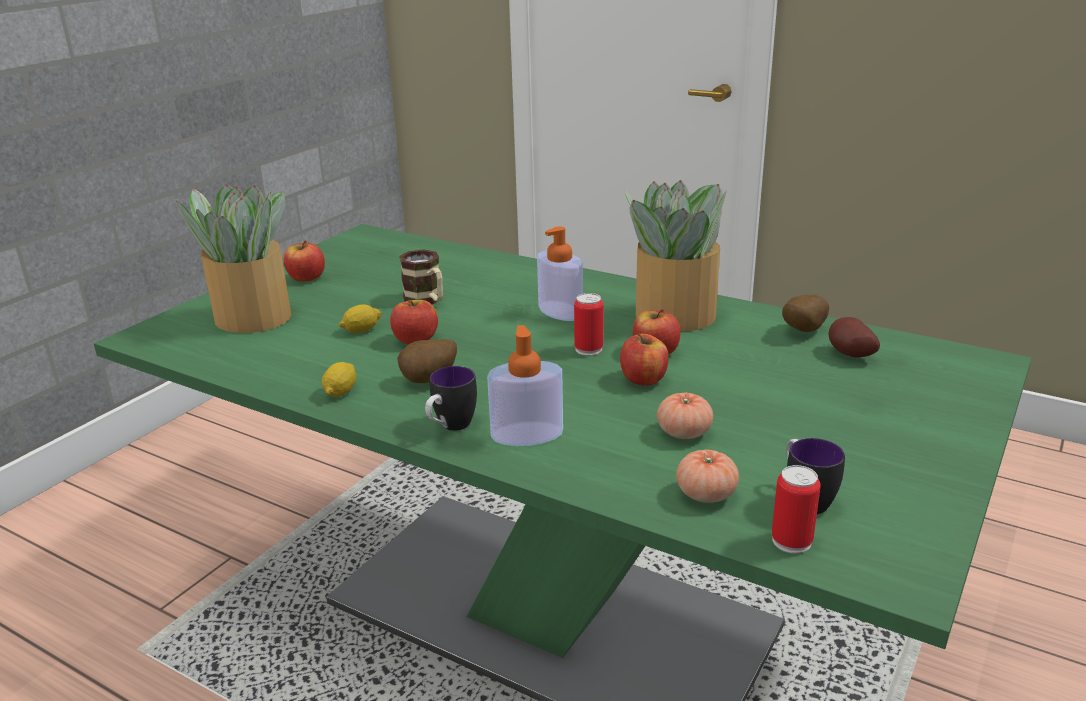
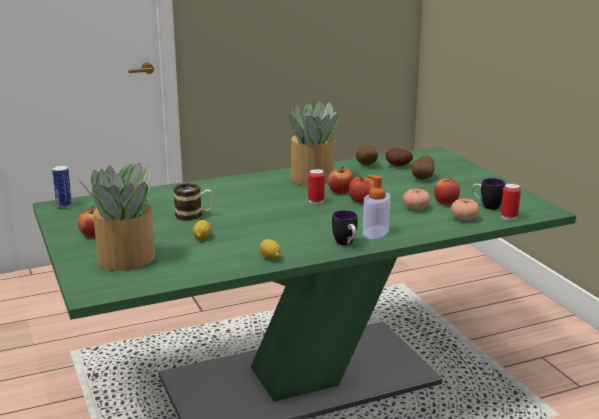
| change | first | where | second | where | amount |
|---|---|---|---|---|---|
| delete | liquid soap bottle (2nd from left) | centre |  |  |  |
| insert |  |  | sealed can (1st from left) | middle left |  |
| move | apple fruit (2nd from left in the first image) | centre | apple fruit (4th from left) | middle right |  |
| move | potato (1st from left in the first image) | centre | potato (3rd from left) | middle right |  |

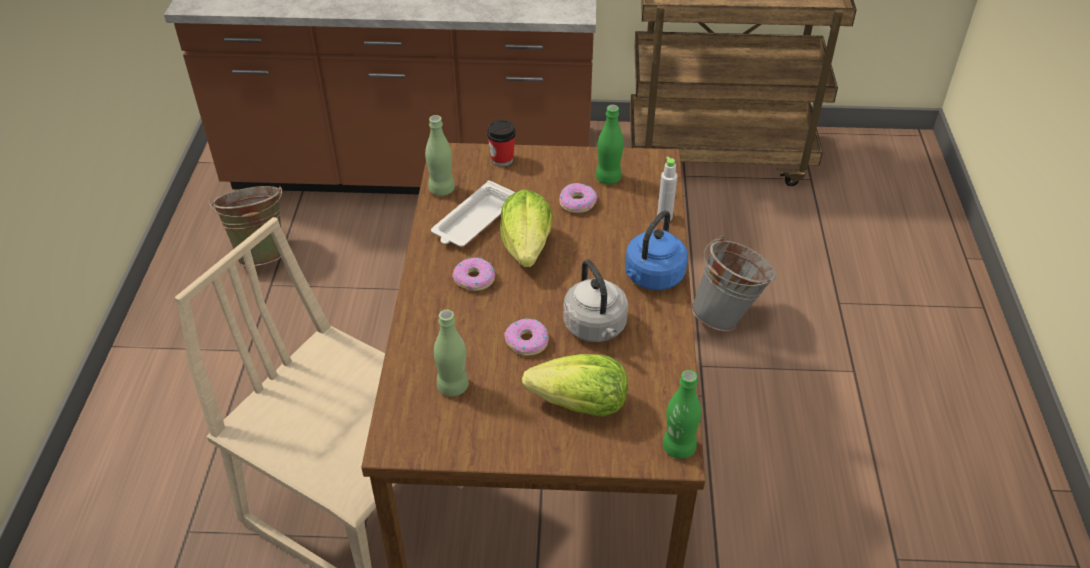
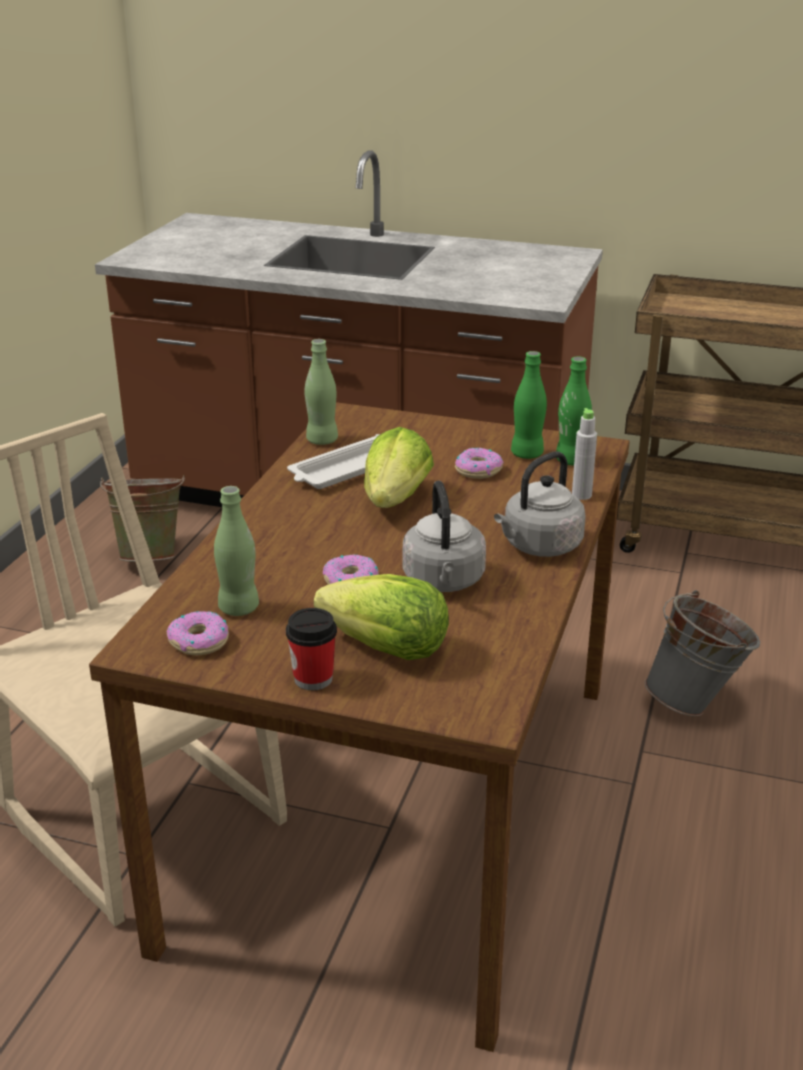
| change | first | where | second | where | amount |
|---|---|---|---|---|---|
| move | ring doughnut (1st from left) | centre |  | middle left |  |
| move | small cup | top centre |  | centre |  |
| move | green-coloured beverage bottle (4th from left) | bottom centre |  | middle right |  |
| recolor | bluish kettle | centre | grey kettle (2nd from left) | middle right |  |

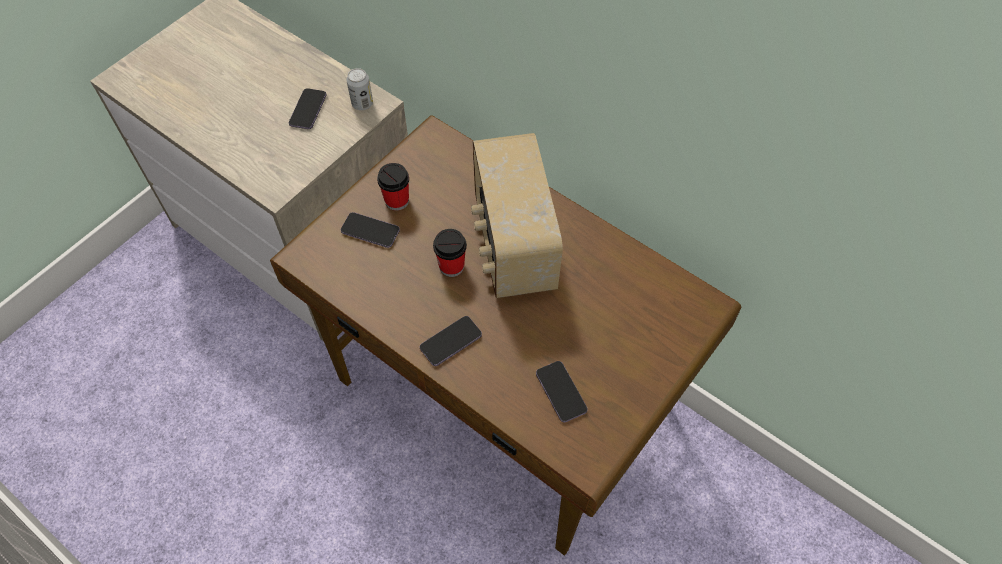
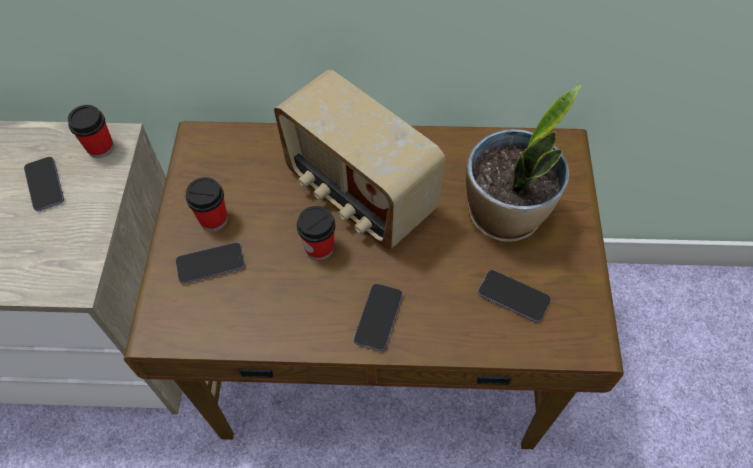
| change | first | where | second | where | amount |
|---|---|---|---|---|---|
| insert |  |  | houseplant | middle right |  |
| replace | sealed can | top centre | small cup (1st from left) | top left |  |

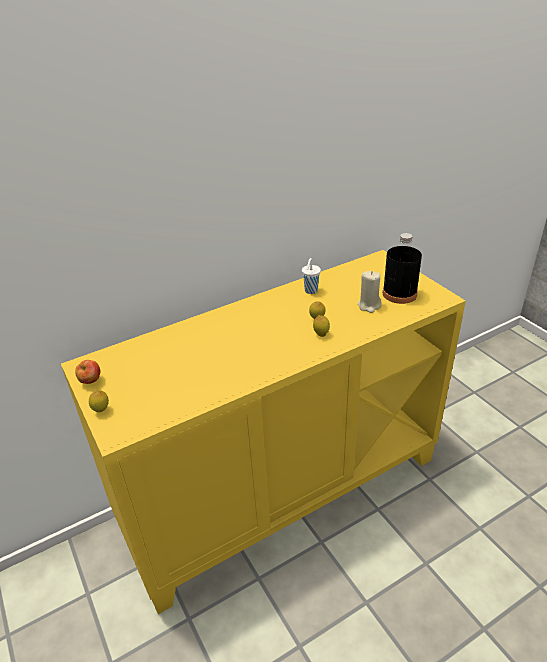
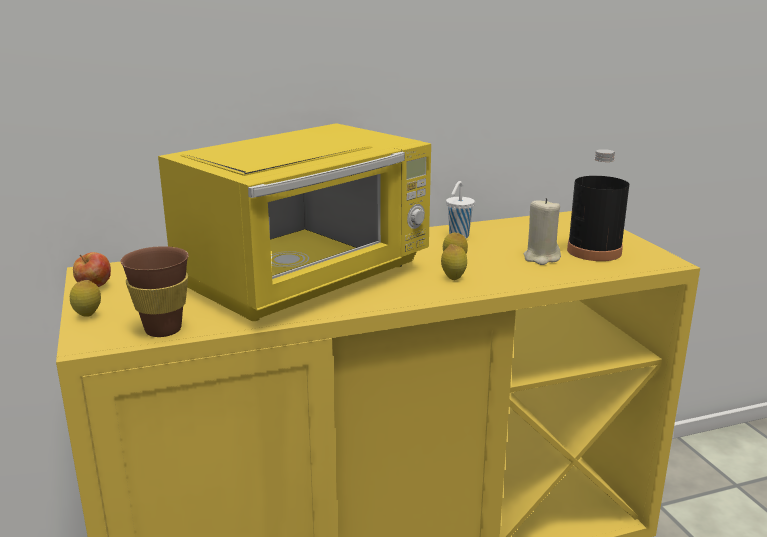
| change | first | where | second | where | amount |
|---|---|---|---|---|---|
| insert |  |  | brown-coloured small cup | middle left |  |
| insert |  |  | yellowish microwave oven | centre |  |

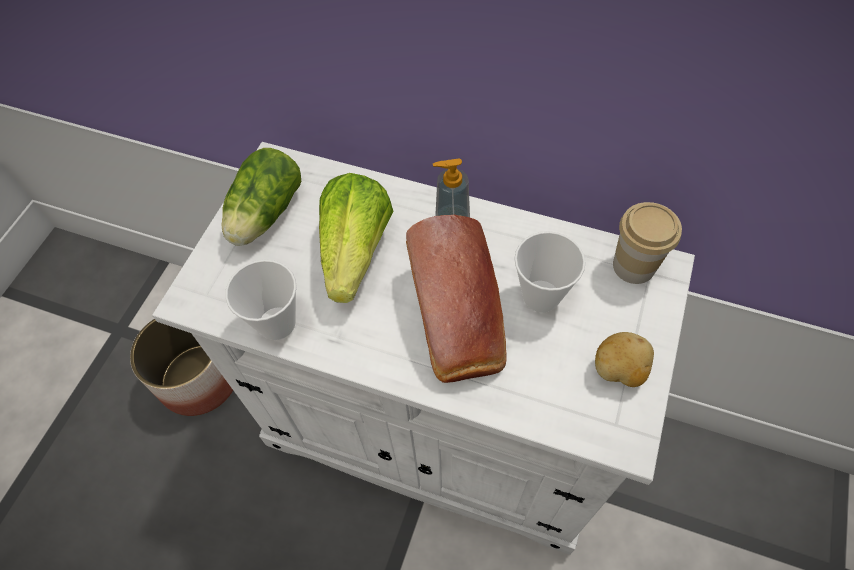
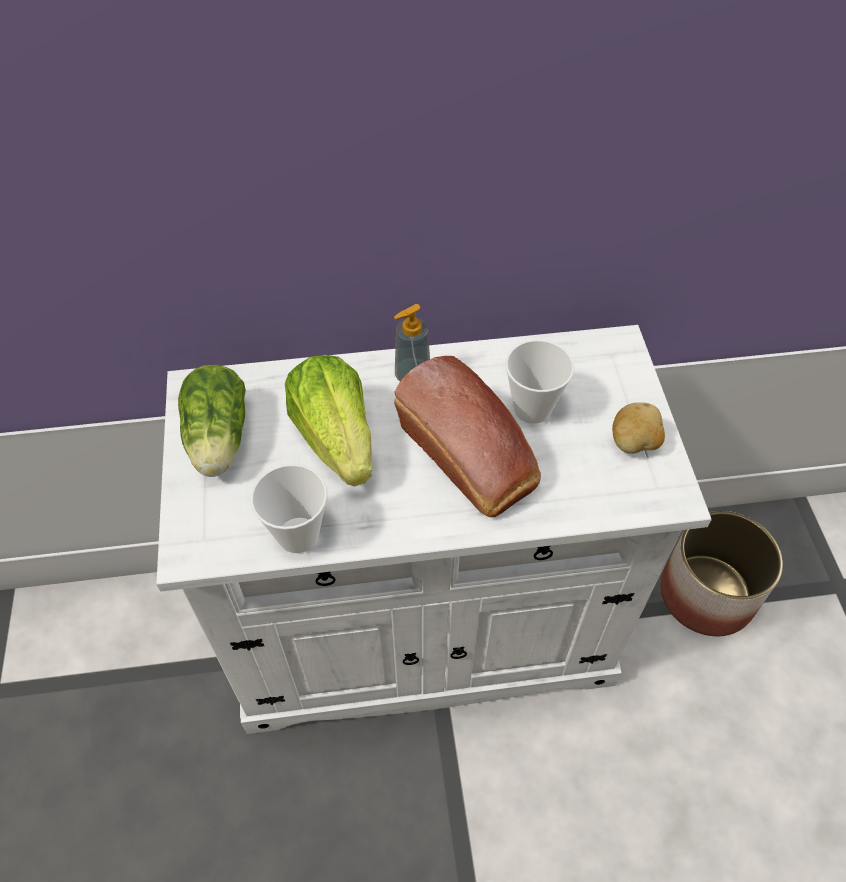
| change | first | where | second | where | amount |
|---|---|---|---|---|---|
| delete | small cup (3rd from left) | middle right |  |  |  |
| move | flower pot | middle left |  | middle right |  |

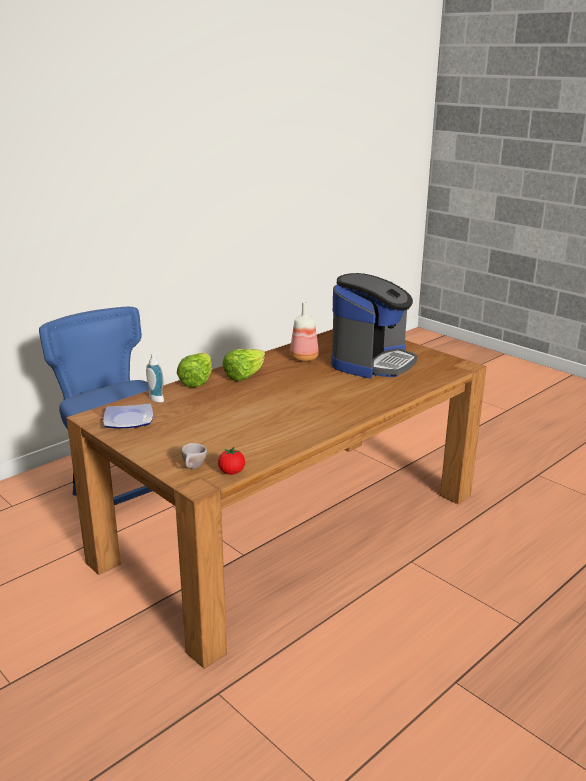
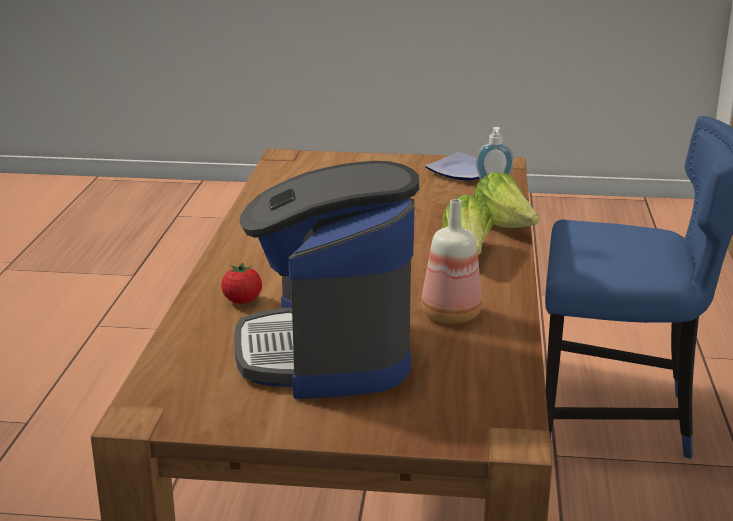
| change | first | where | second | where | amount |
|---|---|---|---|---|---|
| delete | beige-coloured small cup | middle left |  |  |  |
| move | fresh tomato | centre |  | middle left |  |

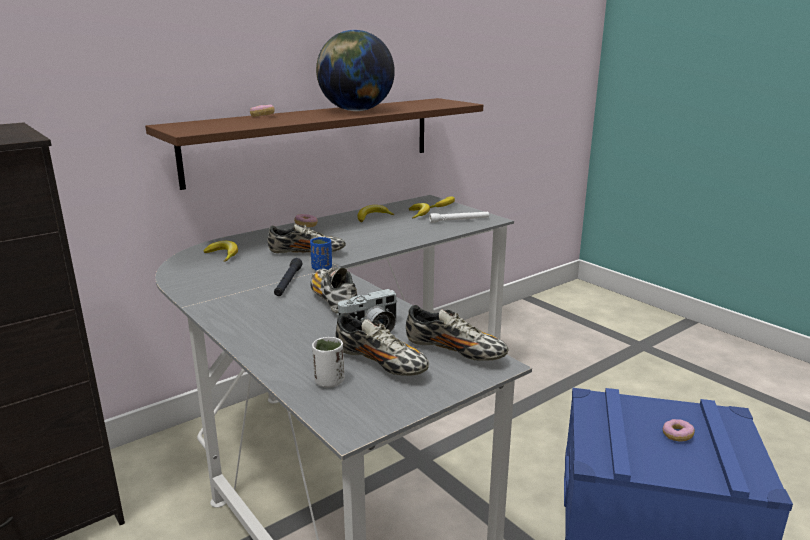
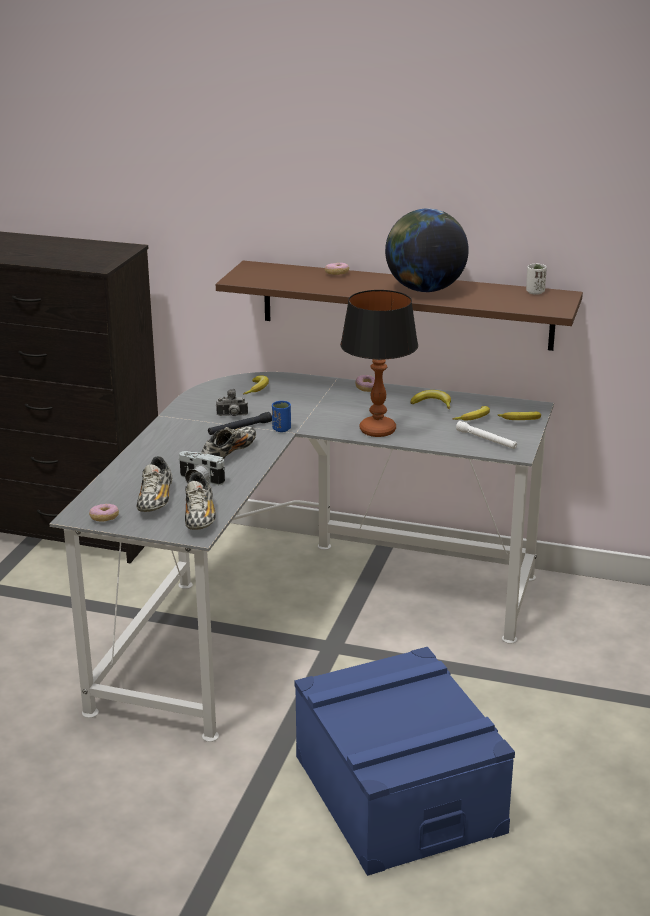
| change | first | where | second | where | amount |
|---|---|---|---|---|---|
| delete | item of footwear (1st from left) | centre |  |  |  |
| insert |  |  | still camera (2nd from left) | centre |  |
| insert |  |  | tabletop lamp | centre |  |
| move | whitish small cup | bottom centre |  | top right |  |
| move | ring doughnut (3rd from left in the first image) | bottom right | ring doughnut (1st from left) | middle left |  |

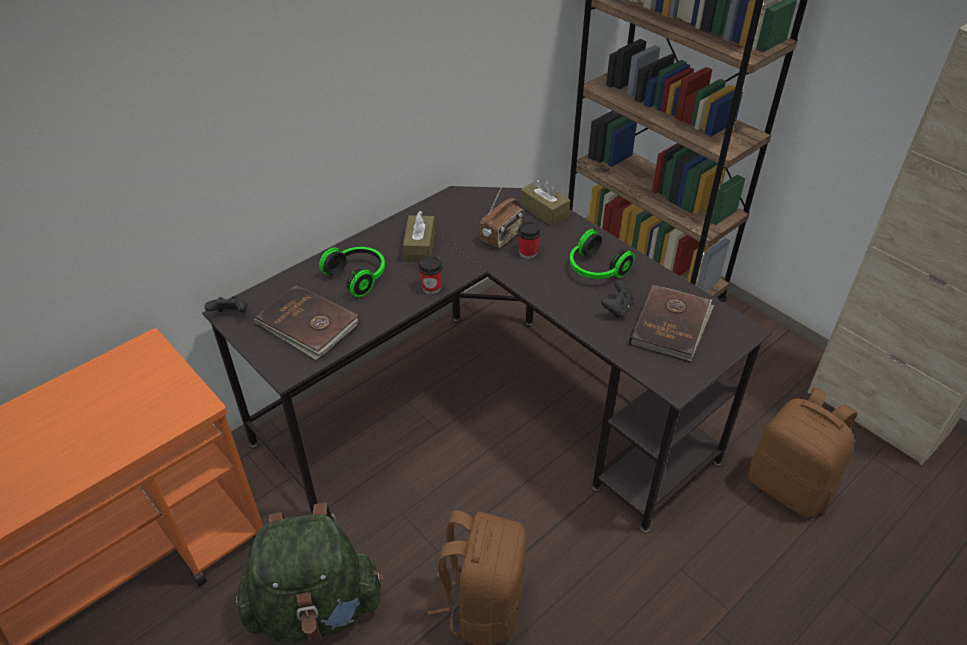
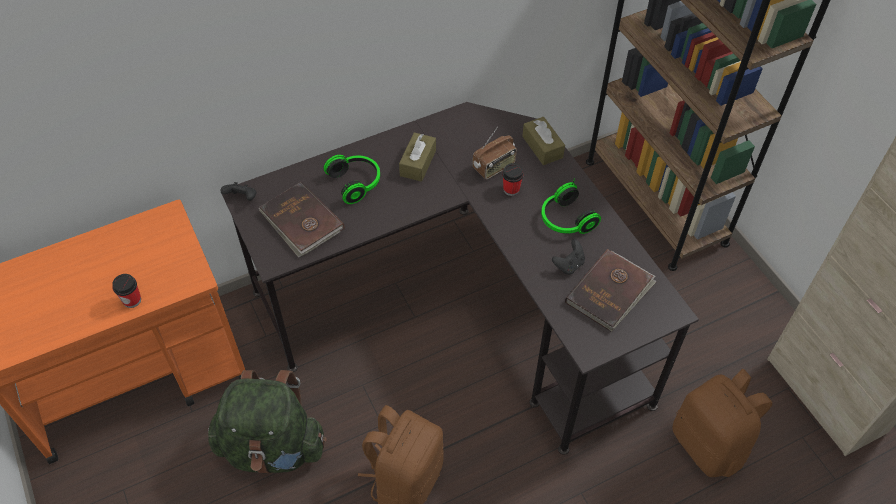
| change | first | where | second | where | amount |
|---|---|---|---|---|---|
| move | small cup (1st from left) | centre |  | middle left |  |

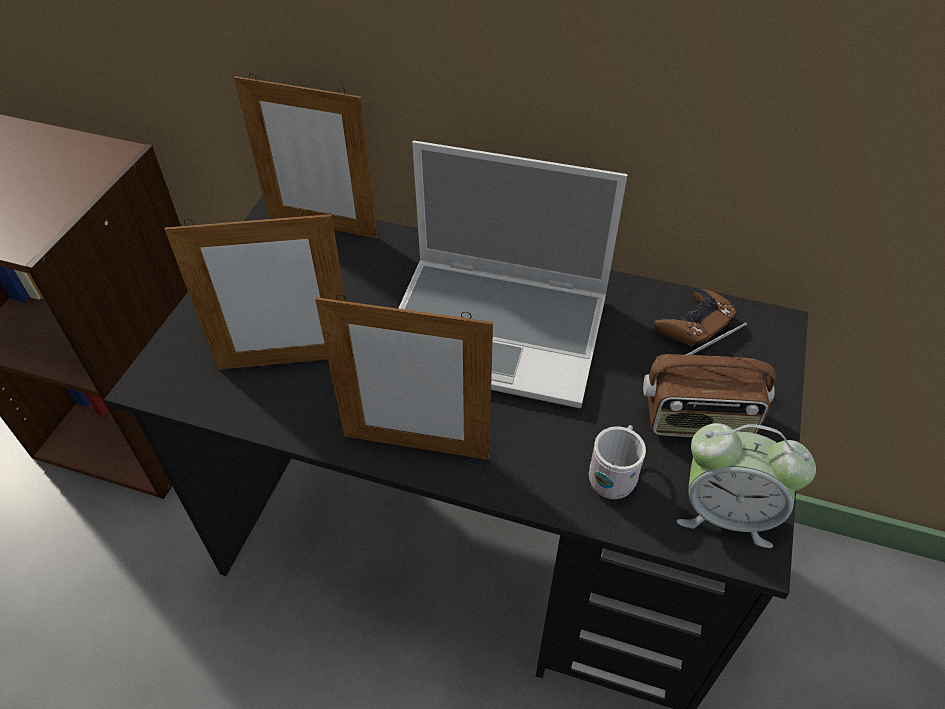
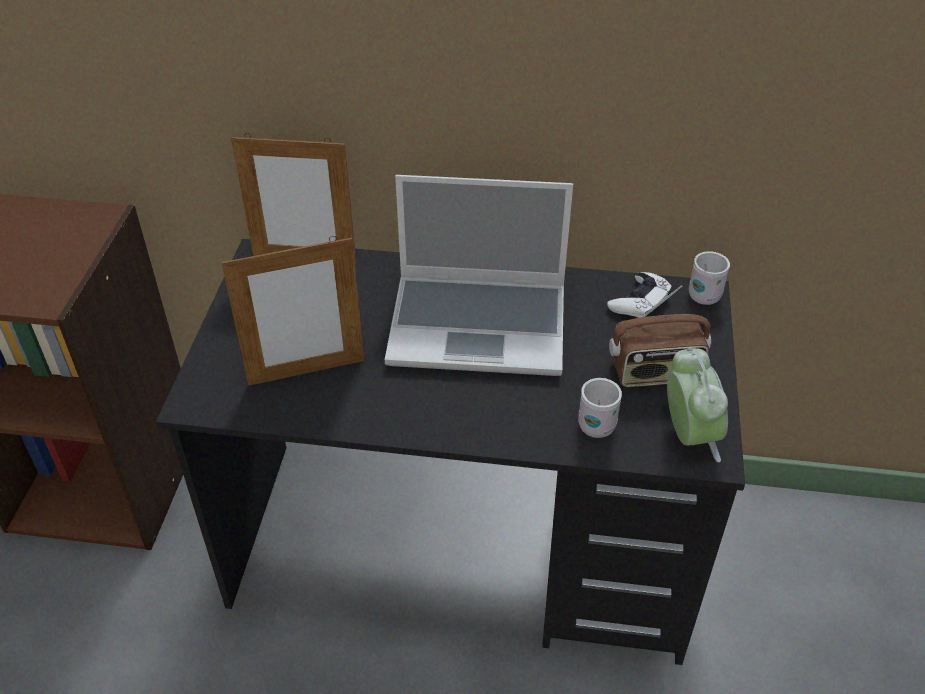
| change | first | where | second | where | amount |
|---|---|---|---|---|---|
| delete | photo frame (3rd from left) | centre |  |  |  |
| insert |  |  | whitish coffee mug (2nd from left) | middle right |  |
| recolor | brown-coloured gamepad | middle right | whitish gamepad | middle right |  |
| rotate | table clock | bottom right |  | middle right | 105 degrees counterclockwise |

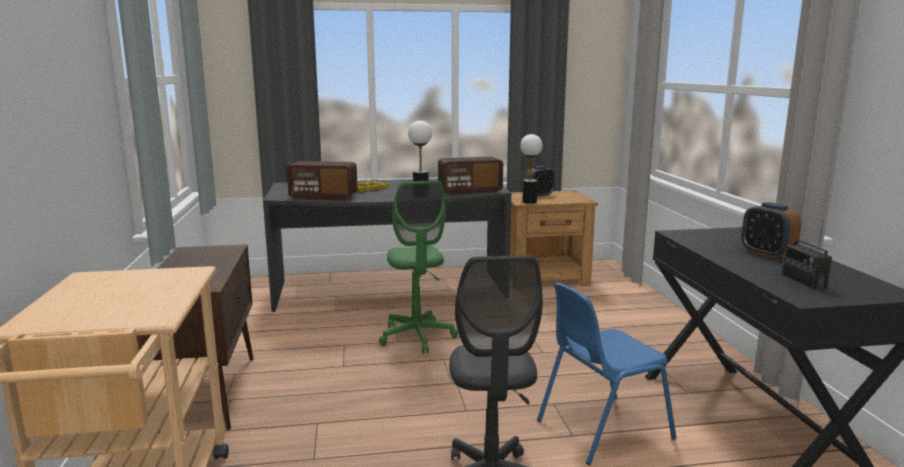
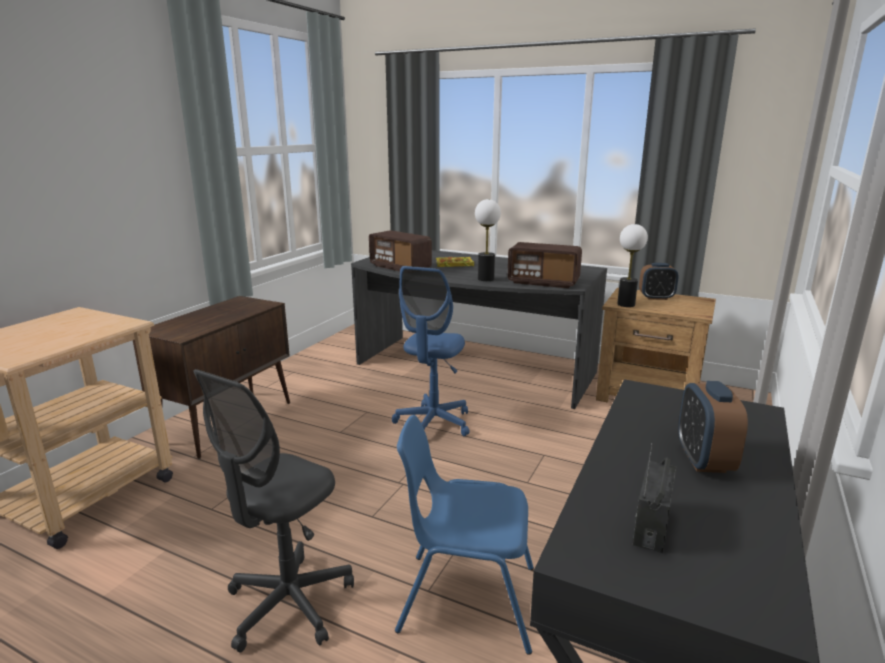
| change | first | where | second | where | amount |
|---|---|---|---|---|---|
| recolor | green-coloured computer chair | centre | bluish computer chair | centre |  |

